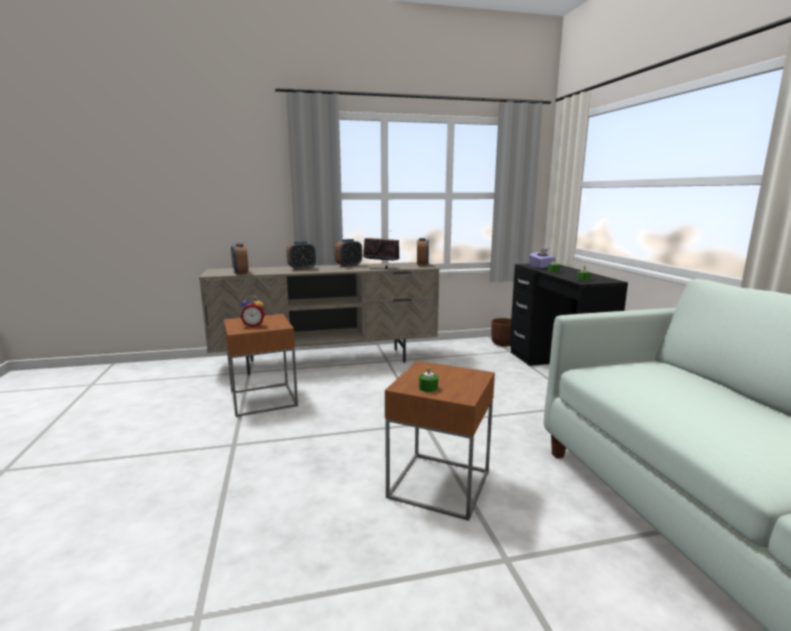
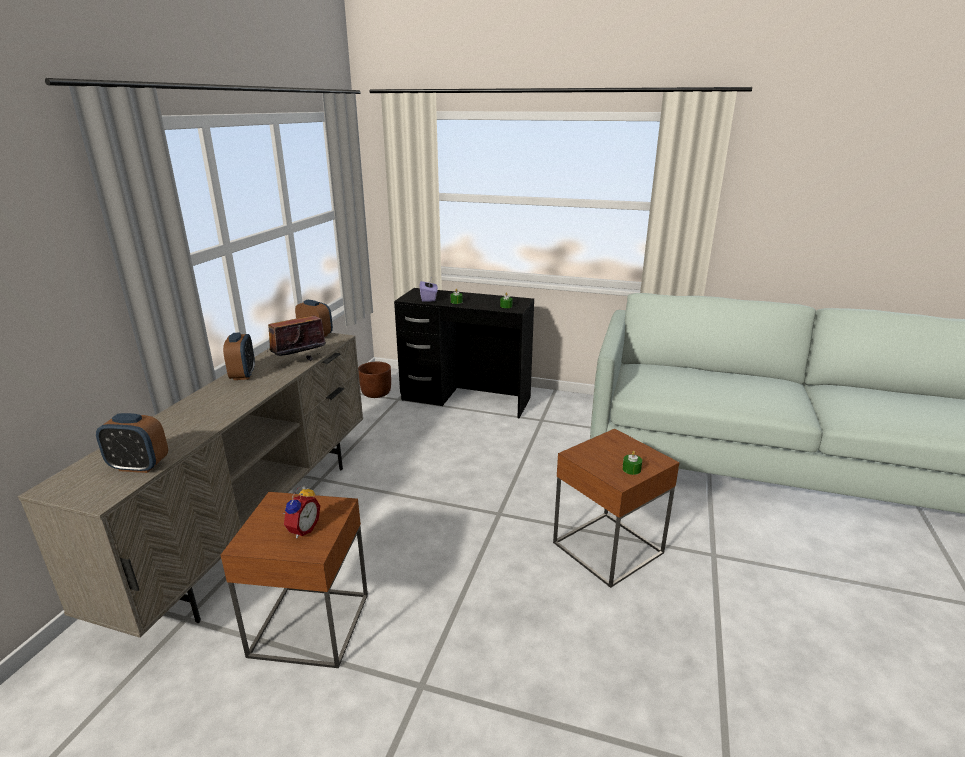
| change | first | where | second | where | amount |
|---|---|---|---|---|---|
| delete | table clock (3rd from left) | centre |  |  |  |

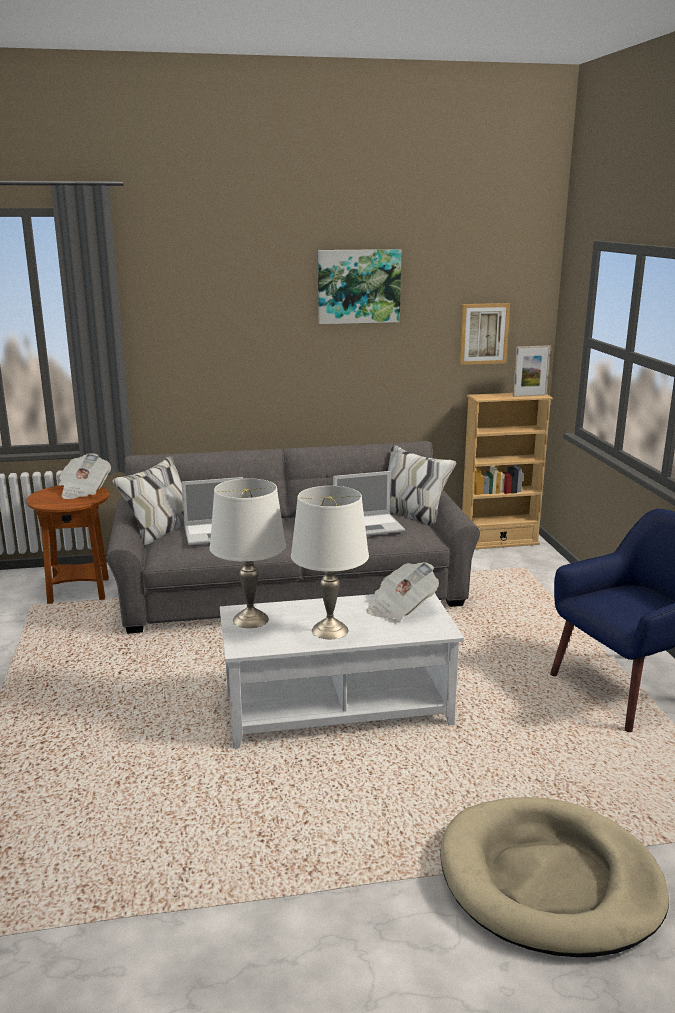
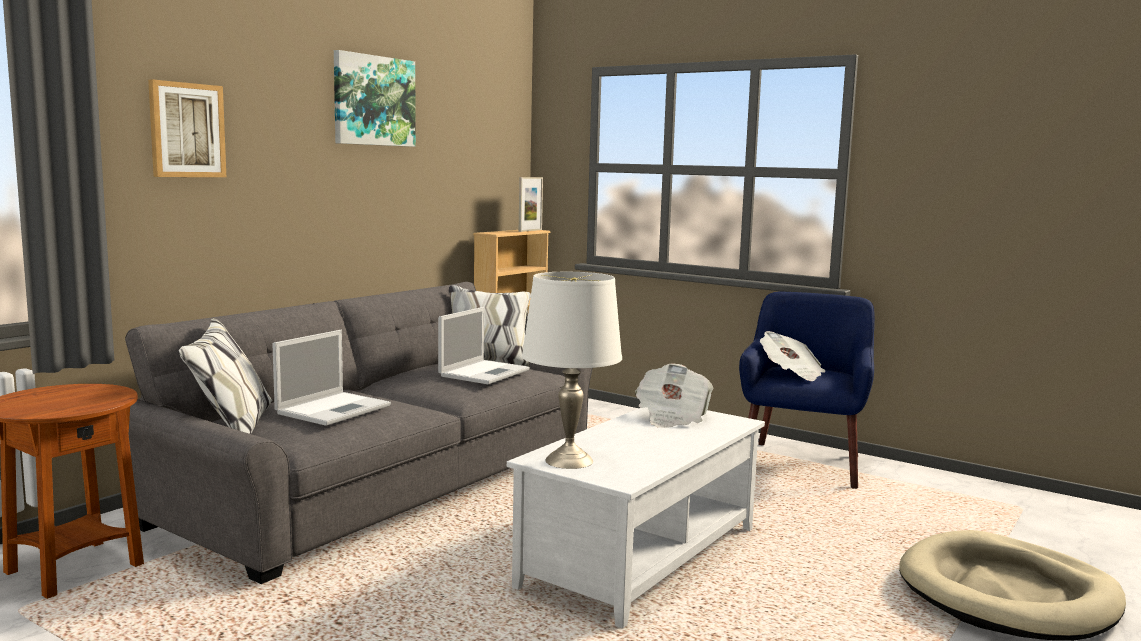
| change | first | where | second | where | amount |
|---|---|---|---|---|---|
| delete | whitish tabletop lamp (2nd from left) | centre |  |  |  |
| move | newspaper (1st from left in the first image) | middle left | newspaper (2nd from left) | middle right |  |
| move | wall art (2nd from left in the first image) | top right | wall art (1st from left) | top left |  |

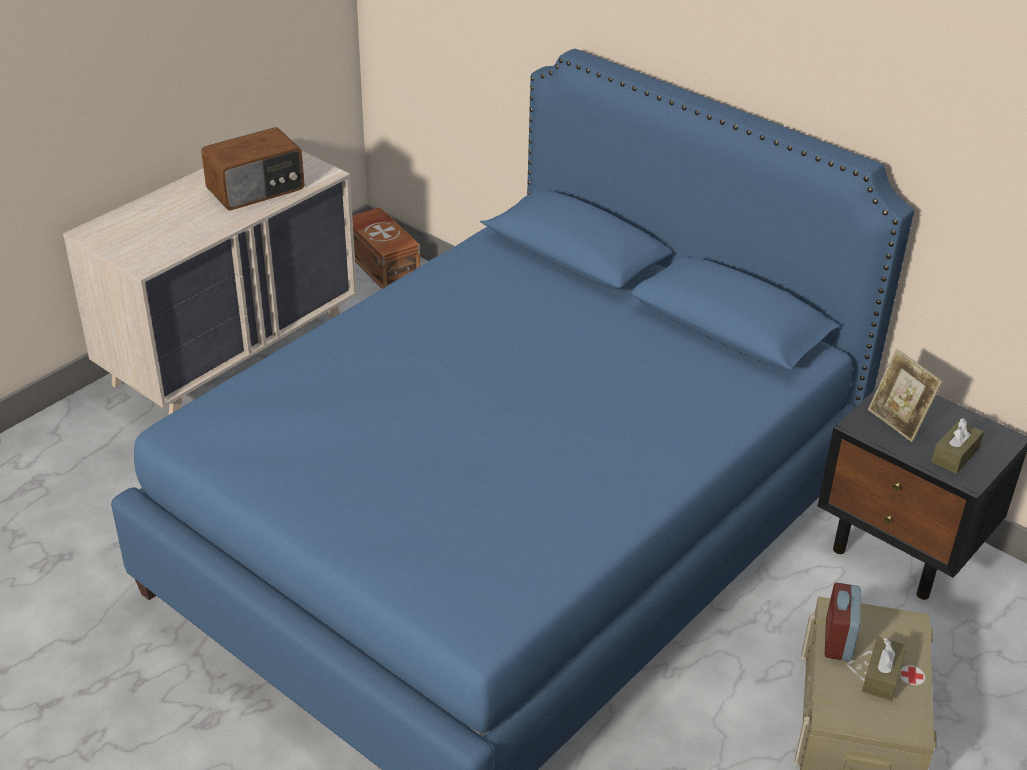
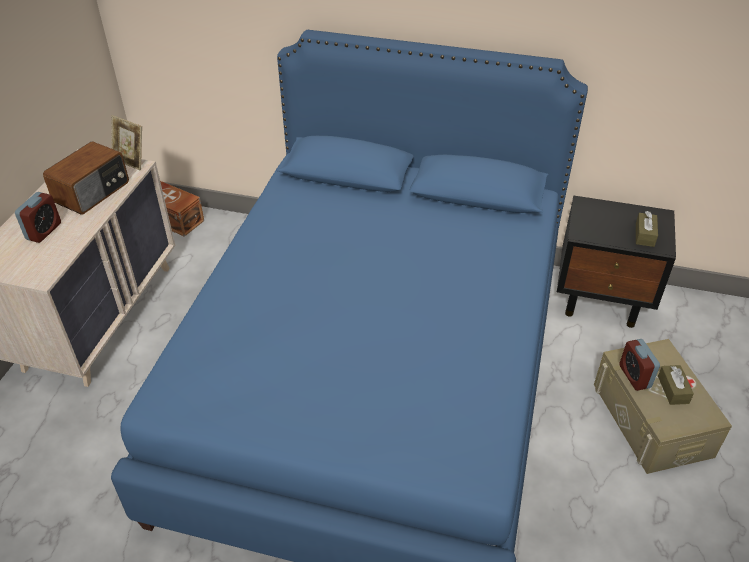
| change | first | where | second | where | amount |
|---|---|---|---|---|---|
| insert |  |  | table clock (1st from left) | middle left |  |
| move | photo frame | middle right |  | top left |  |

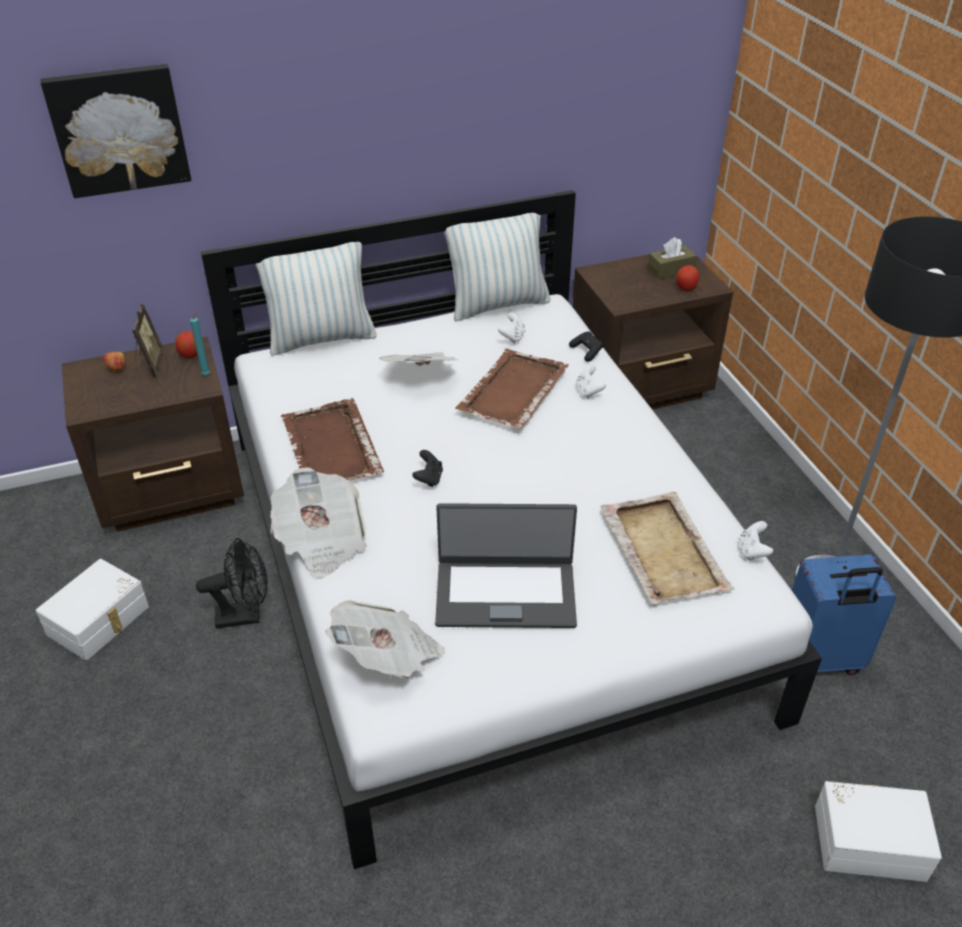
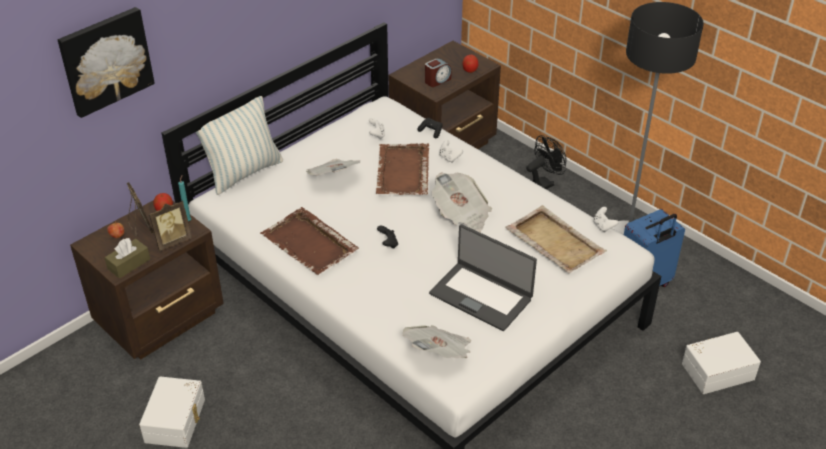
| change | first | where | second | where | amount |
|---|---|---|---|---|---|
| delete | pillow (2nd from left) | top centre |  |  |  |
| insert |  |  | photo frame (2nd from left) | middle left |  |
| insert |  |  | table clock | top centre |  |
| move | black electric fan | middle left |  | centre |  |
| move | newspaper (1st from left in the first image) | middle left | newspaper (3rd from left) | centre |  |
| move | brown-coloured tissue box | top right |  | middle left |  |
| rotate | notebook computer | centre |  | centre | 60 degrees clockwise |

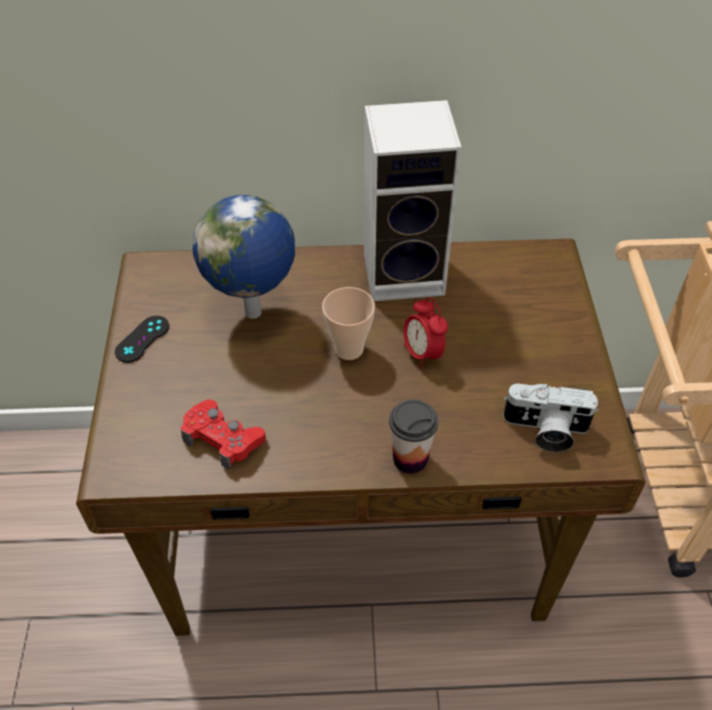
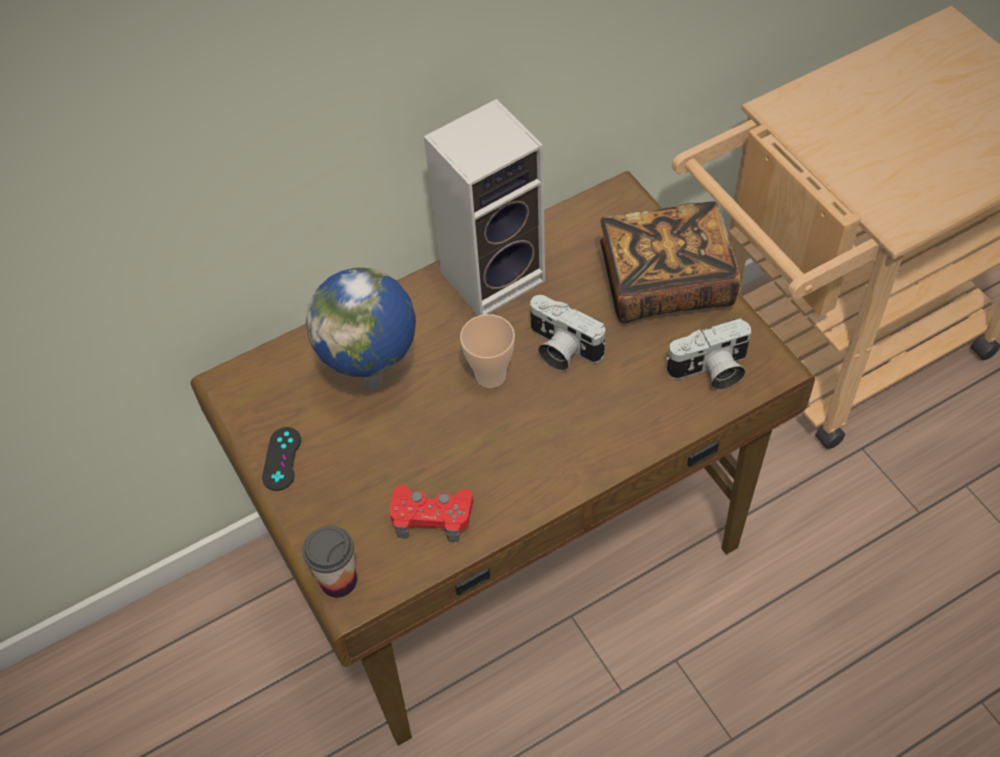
| change | first | where | second | where | amount |
|---|---|---|---|---|---|
| insert |  |  | bound book | middle right |  |
| move | small cup (2nd from left in the first image) | centre | small cup (1st from left) | bottom left |  |
| replace | table clock | centre | still camera (1st from left) | centre |  |

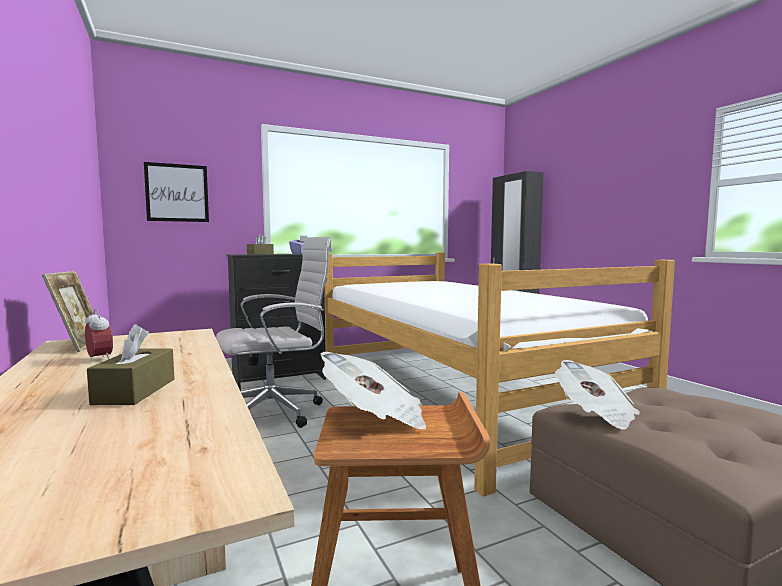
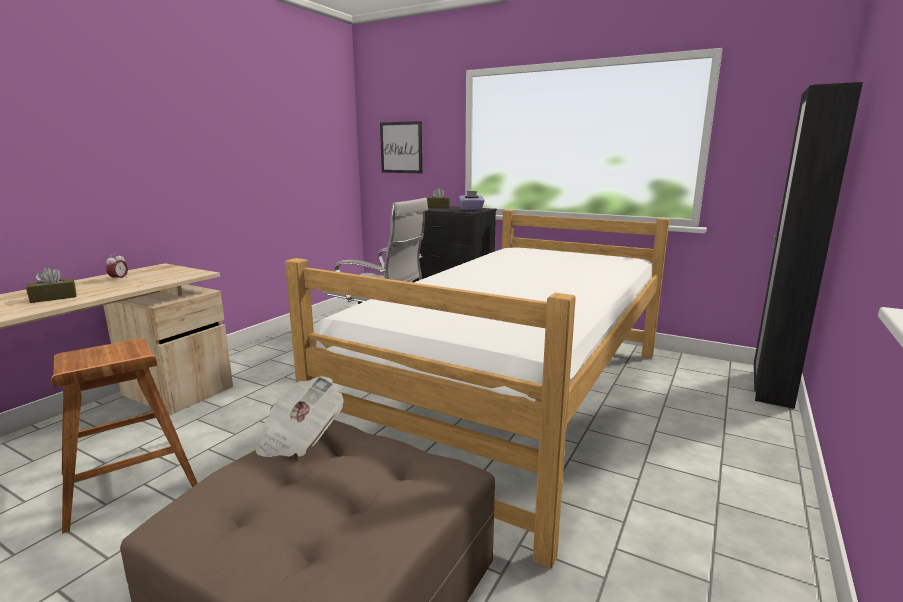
| change | first | where | second | where | amount |
|---|---|---|---|---|---|
| delete | photo frame | middle left |  |  |  |
| delete | newspaper (1st from left) | bottom centre |  |  |  |

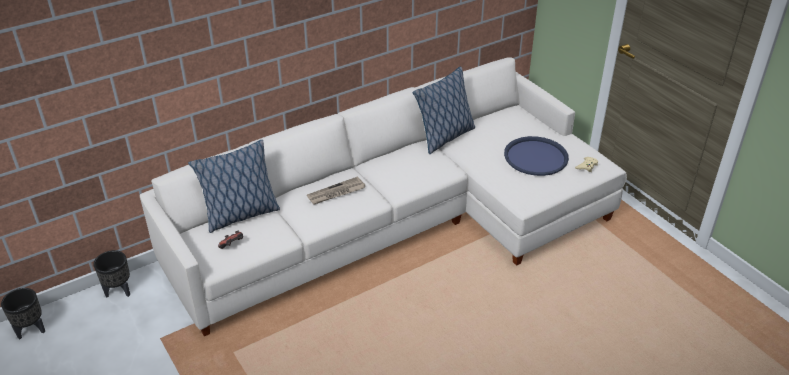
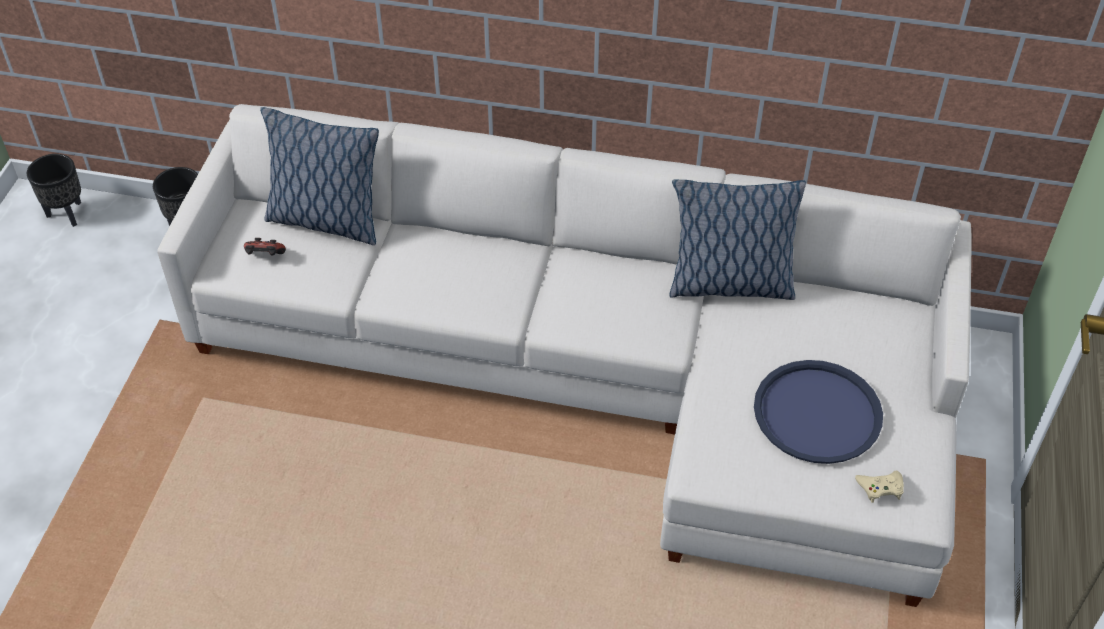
| change | first | where | second | where | amount |
|---|---|---|---|---|---|
| delete | newspaper | centre |  |  |  |

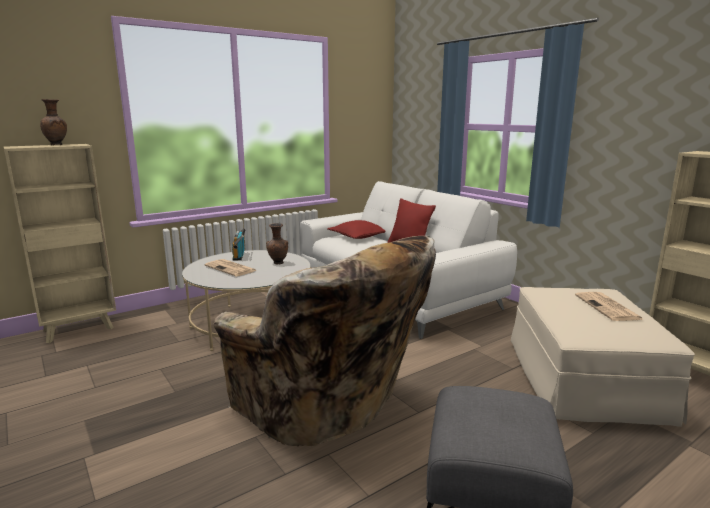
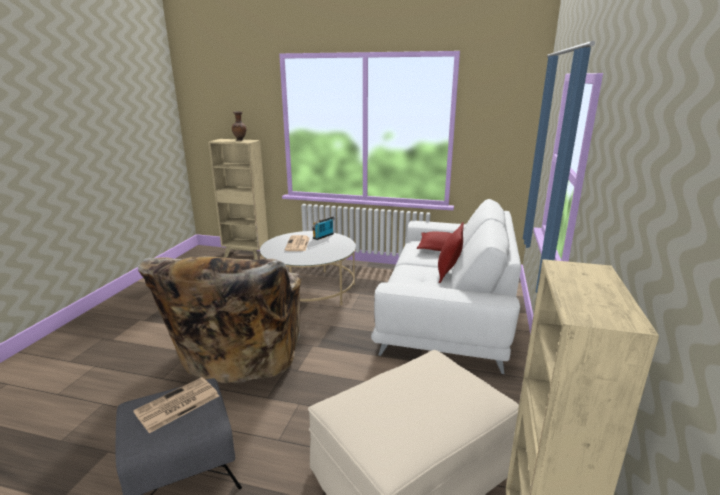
| change | first | where | second | where | amount |
|---|---|---|---|---|---|
| delete | brown-coloured flower vase (2nd from left) | centre |  |  |  |
| move | newspaper (2nd from left in the first image) | middle right | newspaper (1st from left) | bottom left |  |

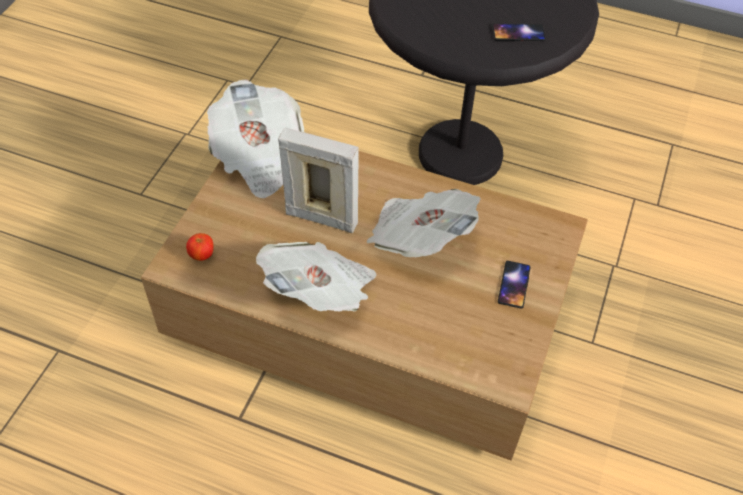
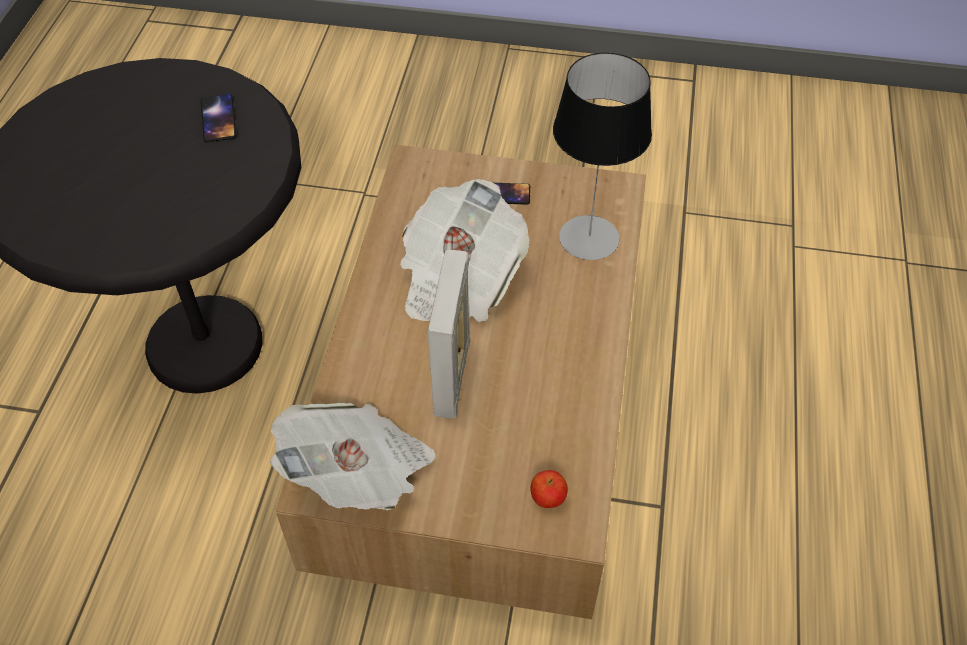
| change | first | where | second | where | amount |
|---|---|---|---|---|---|
| delete | newspaper (2nd from left) | centre |  |  |  |
| insert |  |  | tabletop lamp | top centre |  |

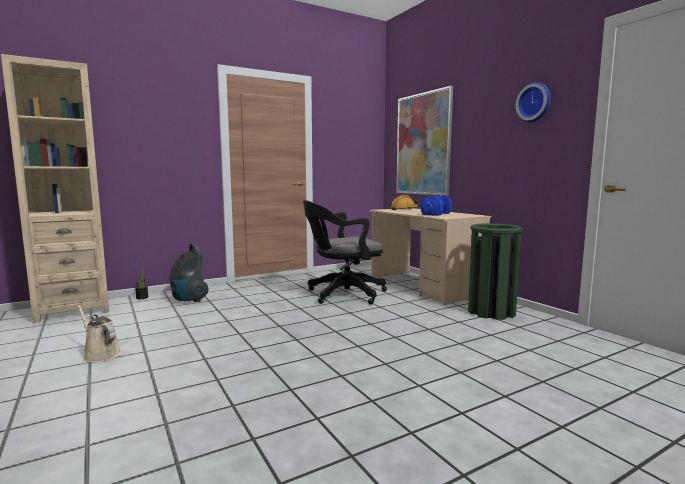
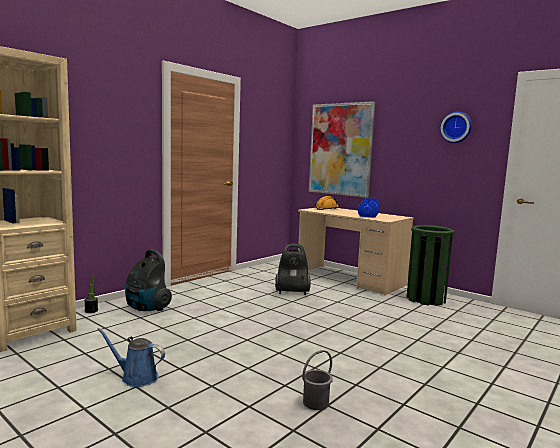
| change | first | where | second | where | amount |
|---|---|---|---|---|---|
| insert |  |  | grey water bucket | bottom centre |  |
| replace | black computer chair | centre | vacuum cleaner (2nd from left) | centre |  |
| recolor | beige-coloured sprinkling can | bottom left | bluish sprinkling can | bottom left |  |

